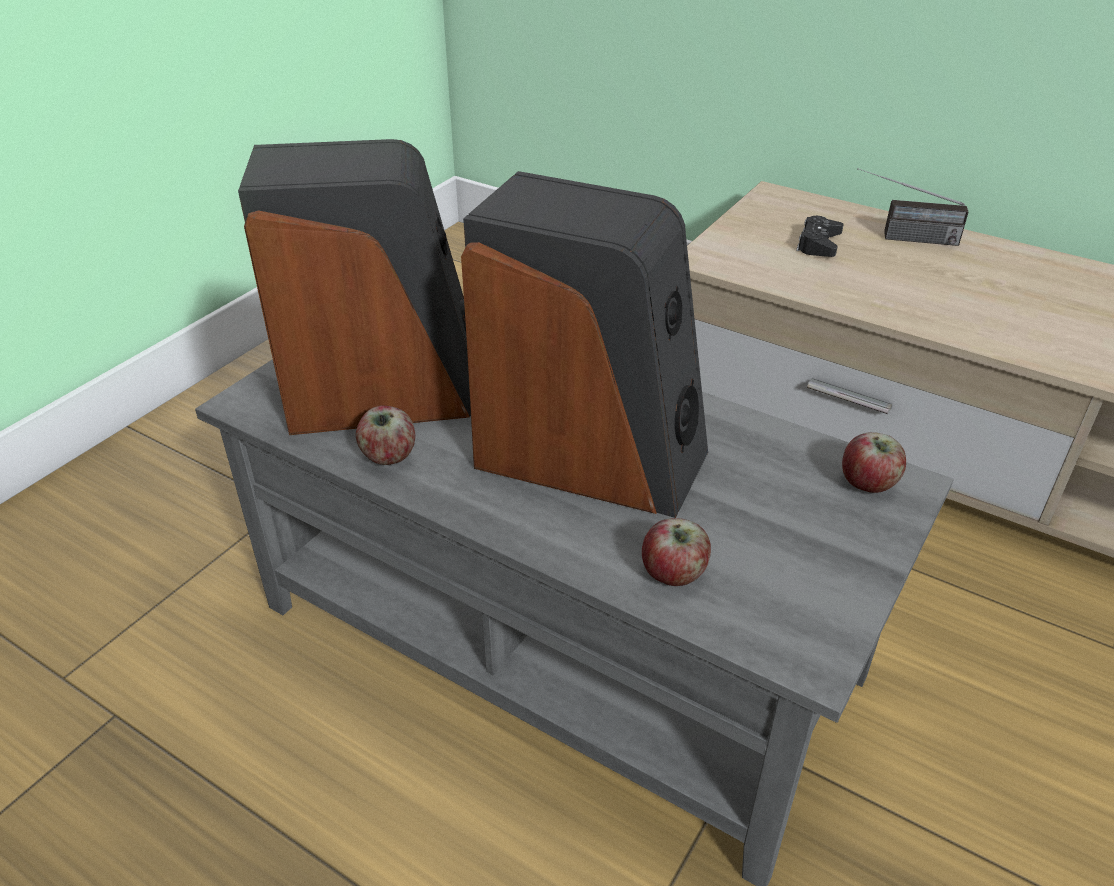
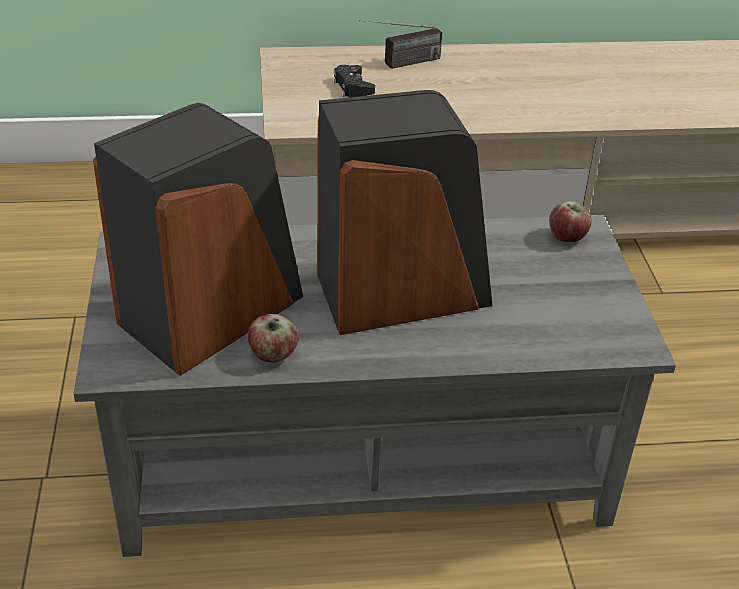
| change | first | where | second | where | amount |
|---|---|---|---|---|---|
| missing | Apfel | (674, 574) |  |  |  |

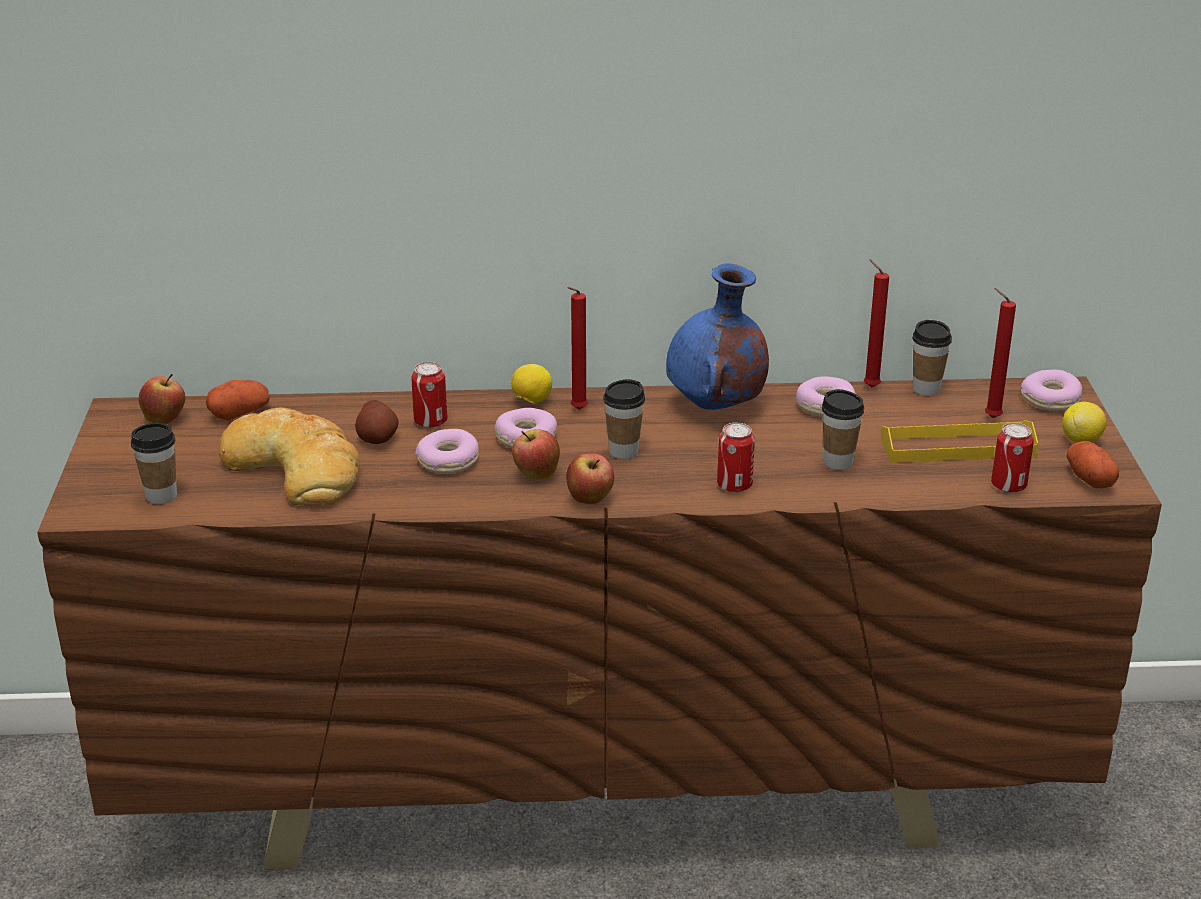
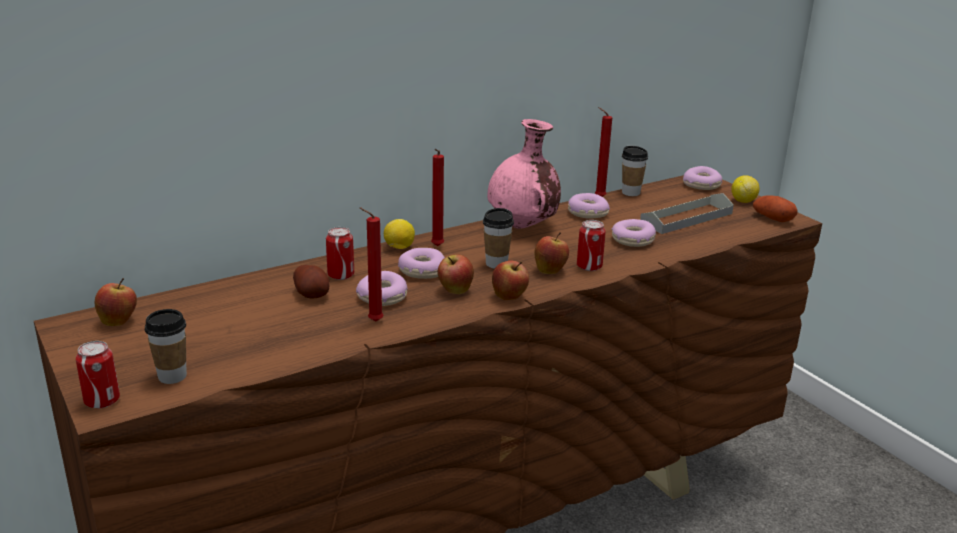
| change | first | where | second | where | amount |
|---|---|---|---|---|---|
| colour | Vase [blau] | (716, 407) | Vase [rosa] | (523, 226) |  |
| relocated | Kerze [rot] | (989, 417) |  | (373, 321) |  |
| missing | Kartoffel | (240, 413) |  |  |  |
| exchanged | Tasse | (838, 462) | Donut | (632, 240) |  |
| missing | Brot | (295, 467) |  |  |  |
| colour | Tablett [gelb] | (957, 447) | Tablett [grau] | (686, 218) |  |
| relocated | Dose | (1008, 485) |  | (102, 401) |  |
| appeared |  |  | Apfel | (550, 270) |  |

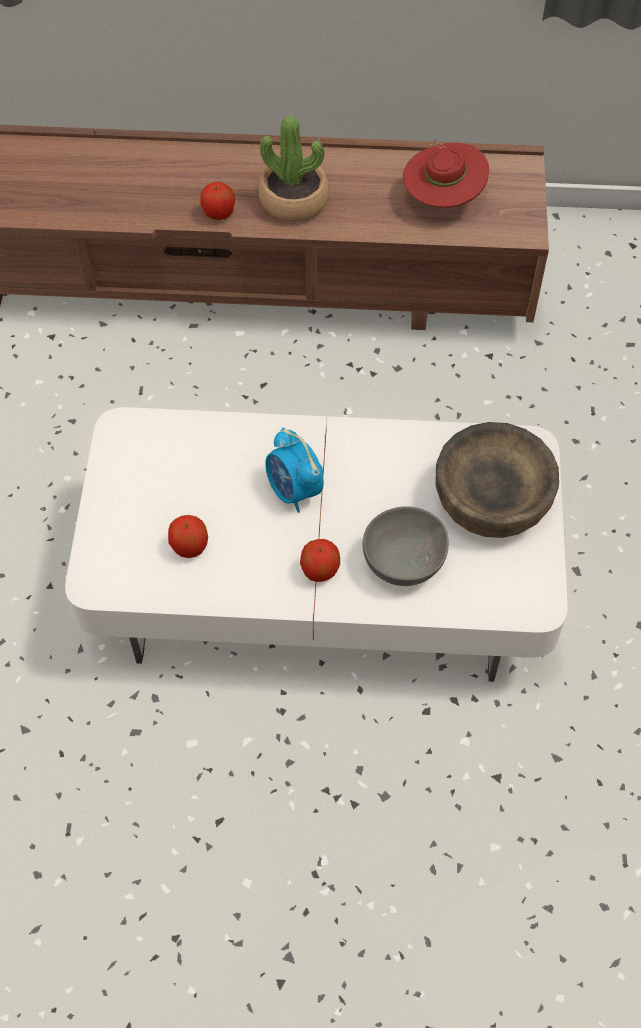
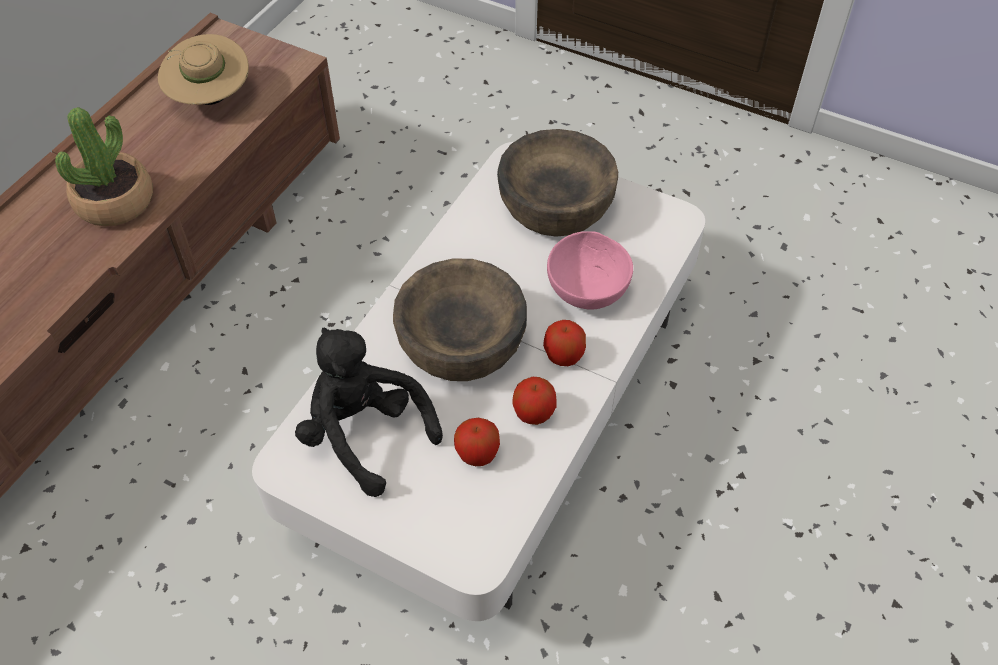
| change | first | where | second | where | amount |
|---|---|---|---|---|---|
| colour | Hut [rot] | (442, 199) | Hut [beige] | (210, 98) |  |
| relocated | Apfel | (218, 214) |  | (534, 413) |  |
| exchanged | Wecker | (294, 491) | Schüssel [braun] | (461, 342) |  |
| colour | Schüssel [grau] | (406, 562) | Schüssel [rosa] | (588, 288) |  |
| appeared |  |  | Plüschtier [schwarz] | (364, 434) |  |

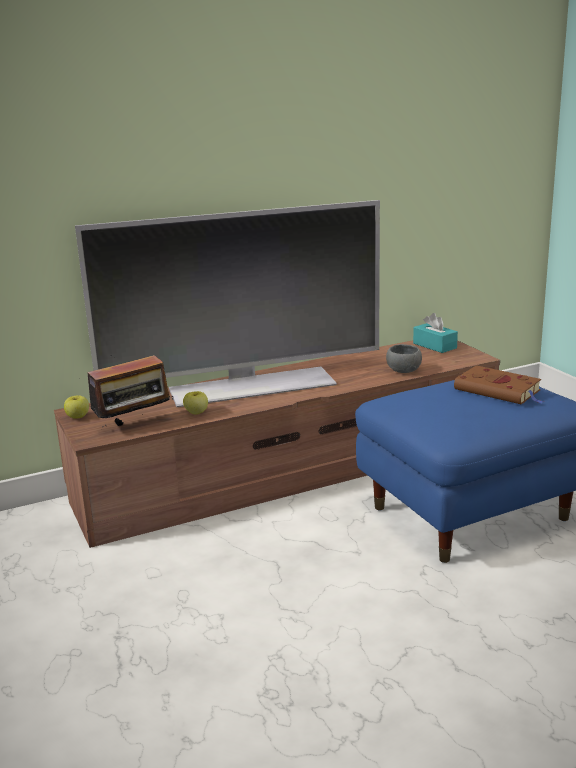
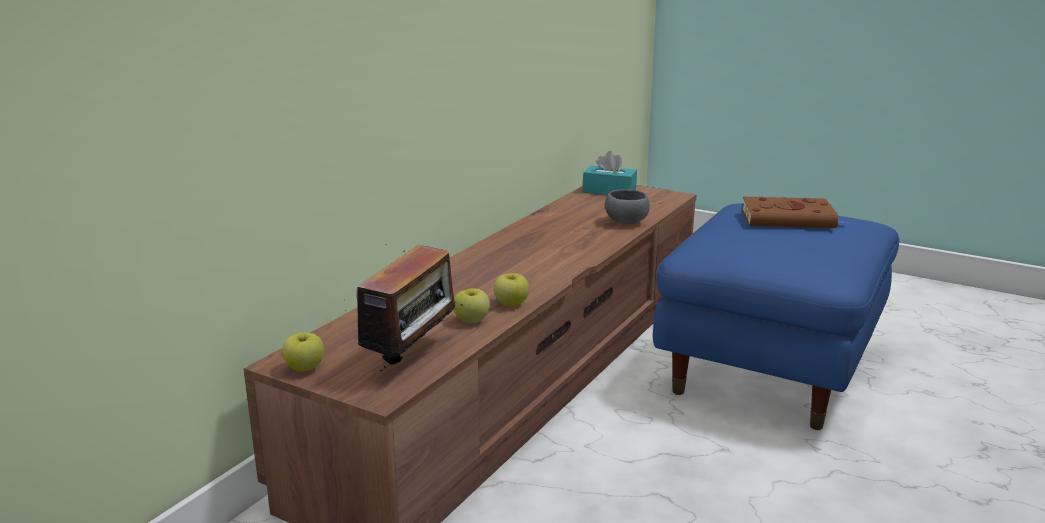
| change | first | where | second | where | amount |
|---|---|---|---|---|---|
| missing | Fernseher | (251, 386) |  |  |  |
| appeared |  |  | Apfel | (511, 304) |  |

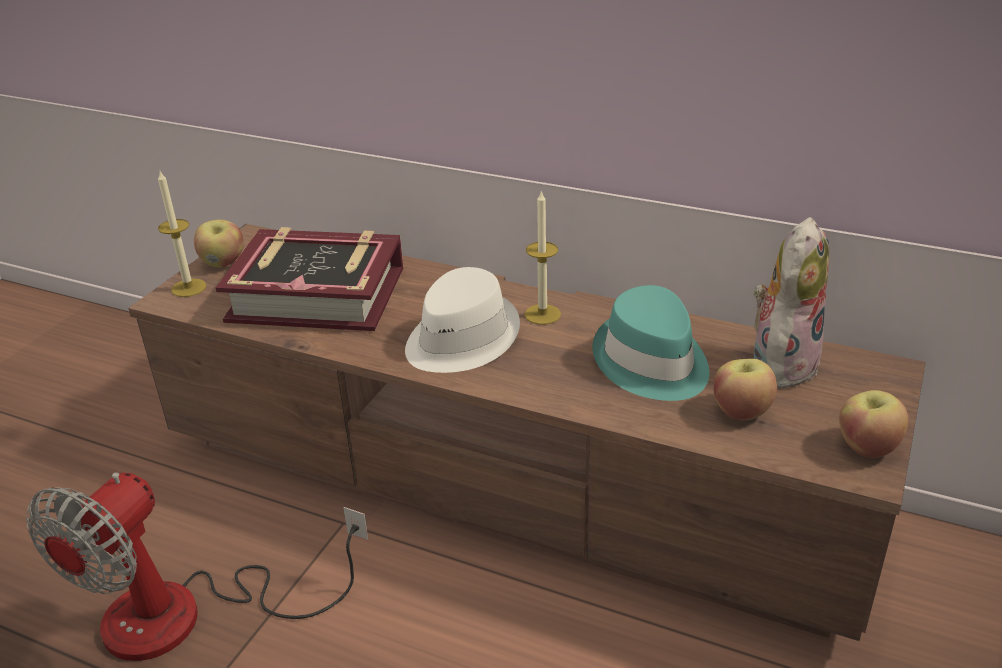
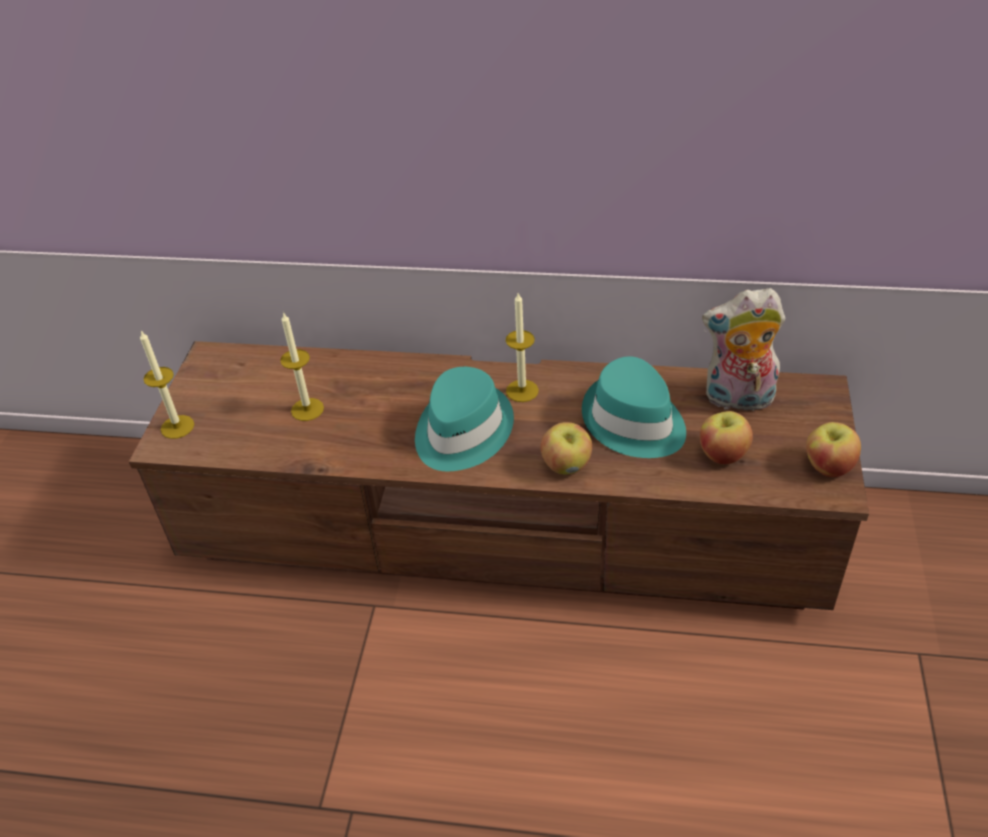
| change | first | where | second | where | amount |
|---|---|---|---|---|---|
| spun | Plüschtier | (781, 362) |  | (737, 400) | 105 degrees counterclockwise |
| relocated | Apfel | (223, 263) |  | (566, 465) |  |
| exchanged | Buch | (317, 294) | Kerze | (307, 409) |  |
| colour | Hut [weiß] | (460, 339) | Hut [türkis] | (461, 431) |  |
| missing | Ventilator | (188, 615) |  |  |  |

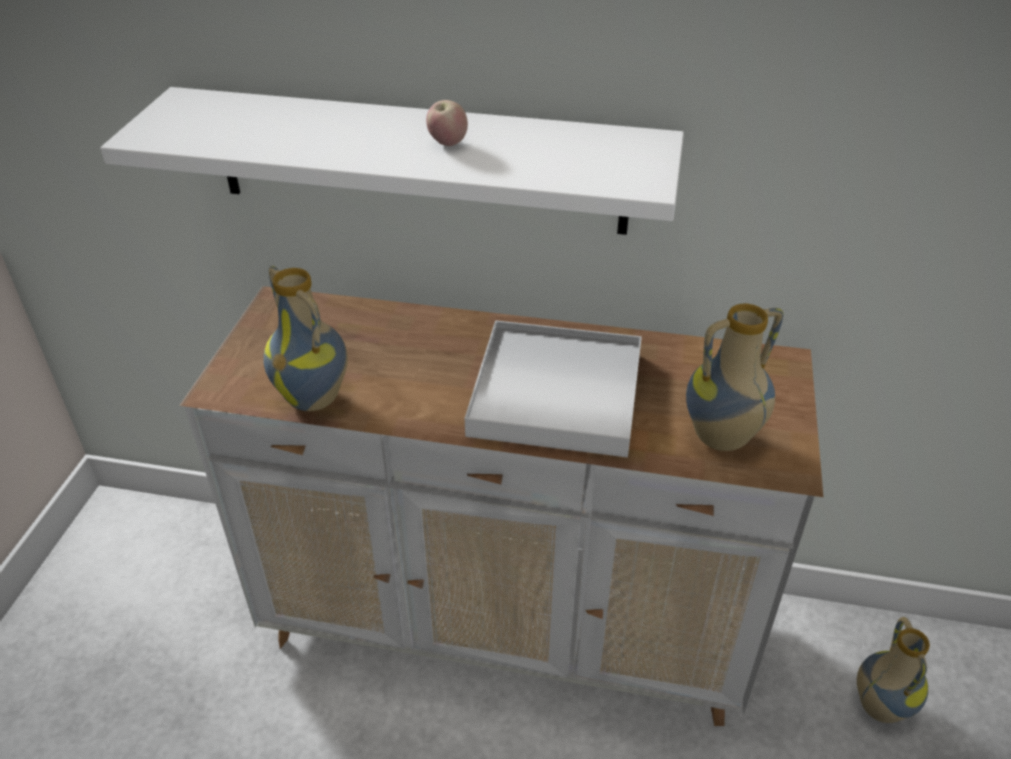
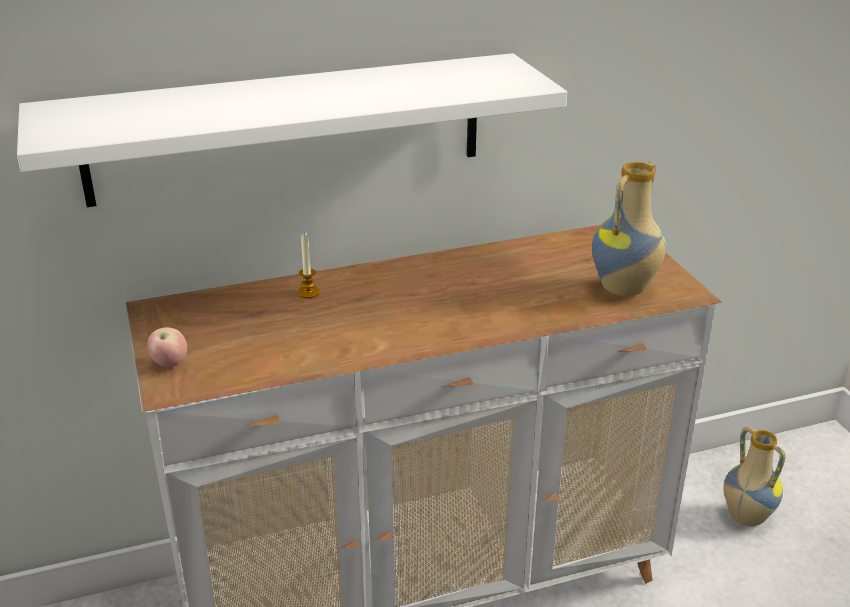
| change | first | where | second | where | amount |
|---|---|---|---|---|---|
| relocated | Apfel | (447, 143) |  | (170, 364) |  |
| missing | Vase | (315, 398) |  |  |  |
| missing | Tablett [weiß] | (556, 393) |  |  |  |
| appeared |  |  | Kerze | (308, 293) |  |

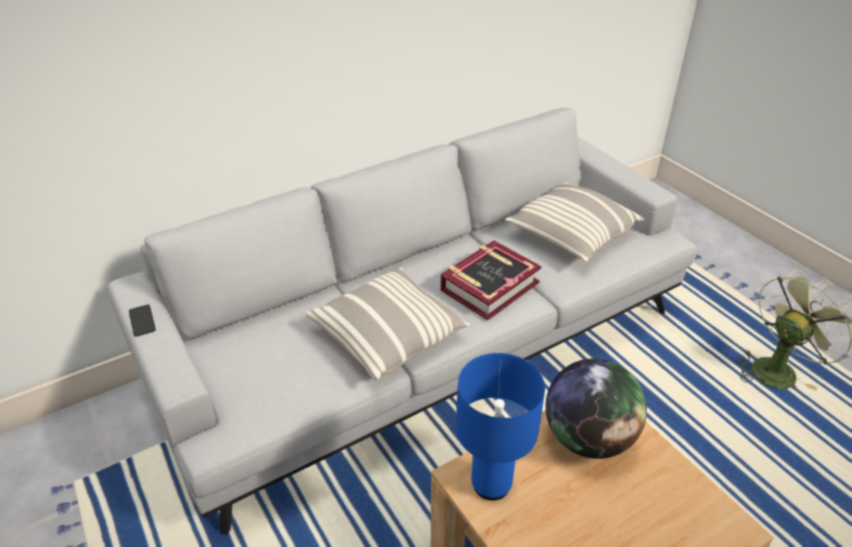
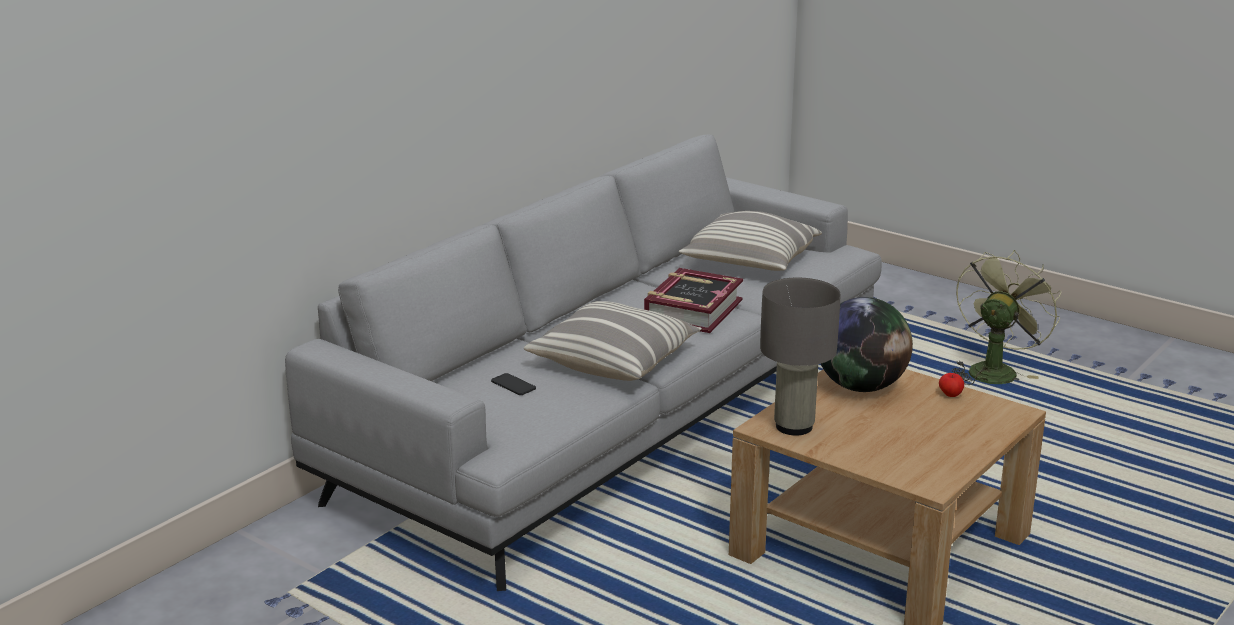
| change | first | where | second | where | amount |
|---|---|---|---|---|---|
| relocated | Handy | (142, 321) |  | (513, 385) |  |
| colour | Tischlampe [blau] | (491, 485) | Tischlampe [grau] | (794, 427) |  |
| appeared |  |  | Apfel | (950, 395) |  |

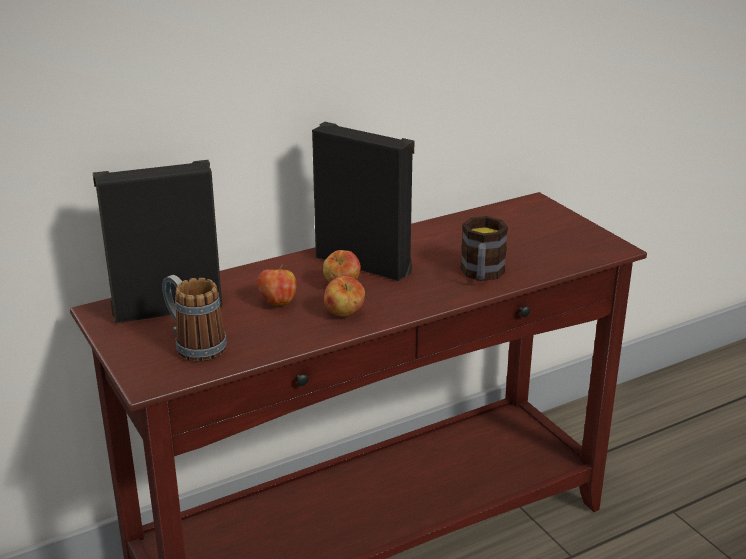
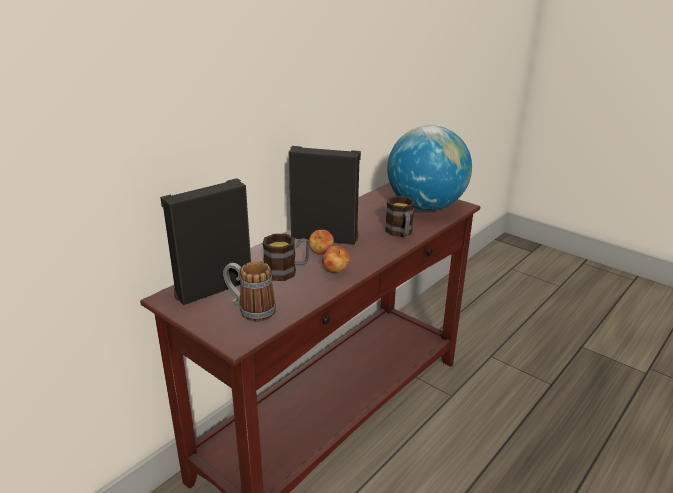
| change | first | where | second | where | amount |
|---|---|---|---|---|---|
| exchanged | Apfel | (277, 303) | Henkelbecher | (287, 271) |  |
| appeared |  |  | Globus | (425, 206) |  |

